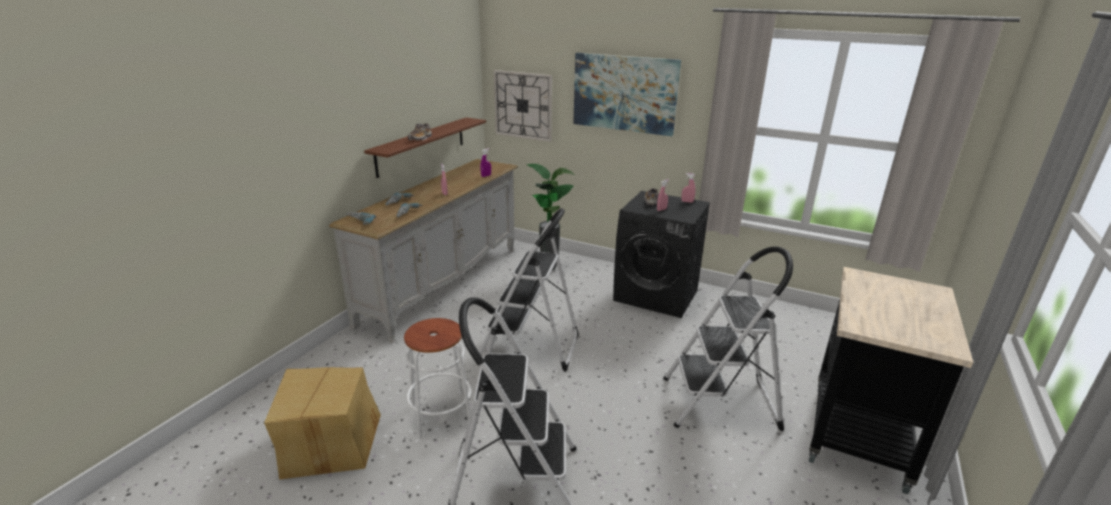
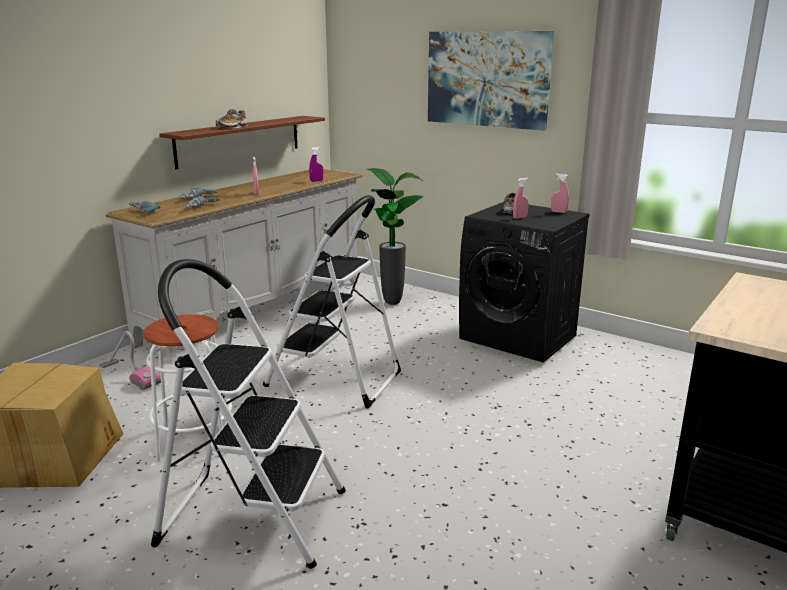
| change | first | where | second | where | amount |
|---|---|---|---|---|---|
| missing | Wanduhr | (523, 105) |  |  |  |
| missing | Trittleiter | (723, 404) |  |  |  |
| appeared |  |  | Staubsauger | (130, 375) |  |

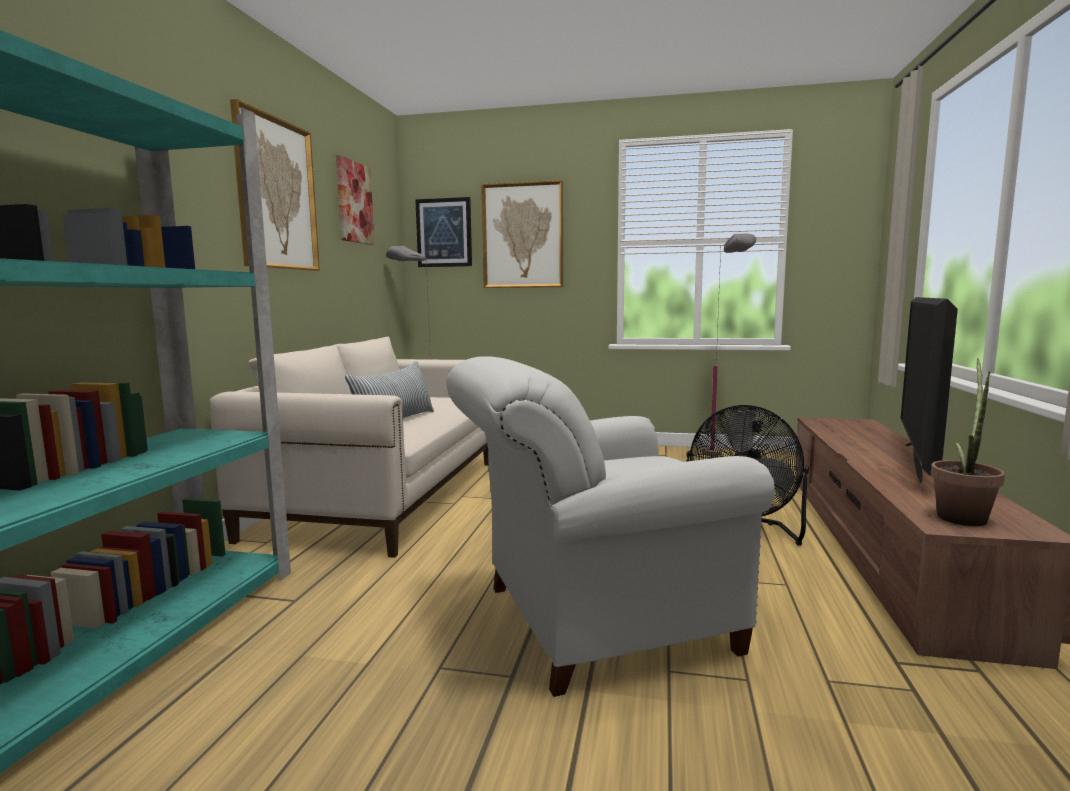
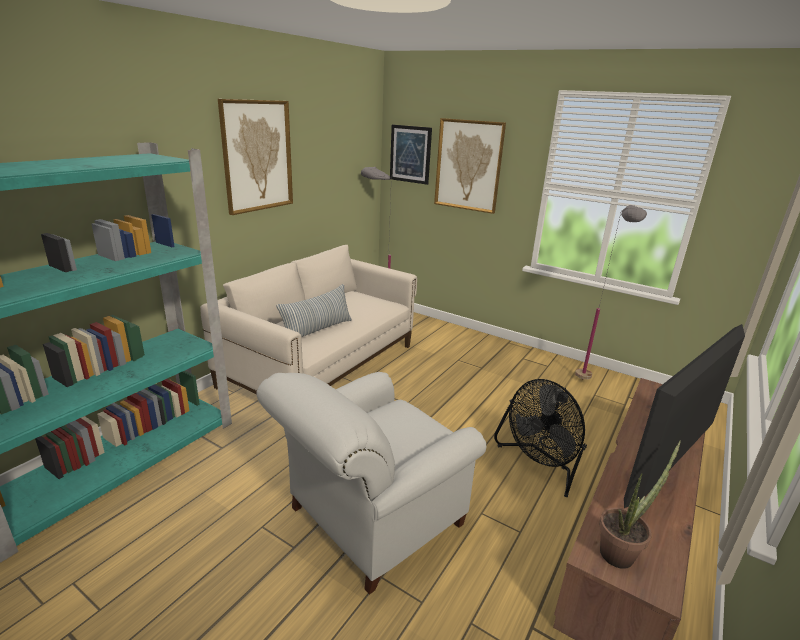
| change | first | where | second | where | amount |
|---|---|---|---|---|---|
| missing | Bild | (354, 202) |  |  |  |
| spun | Sessel [weiß] | (594, 620) |  | (369, 520) | 45 degrees counterclockwise |

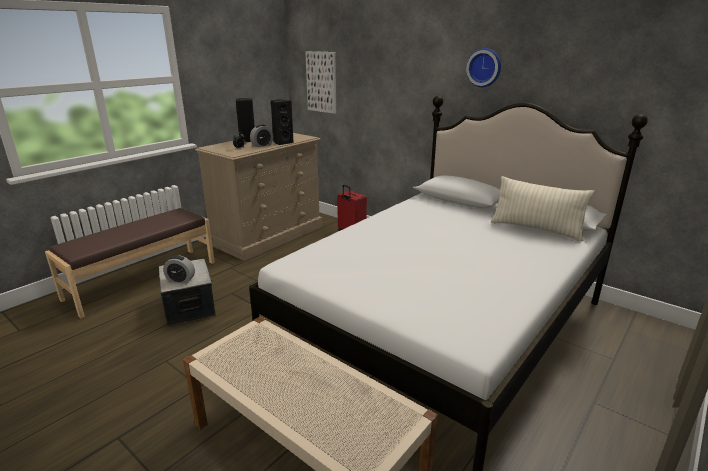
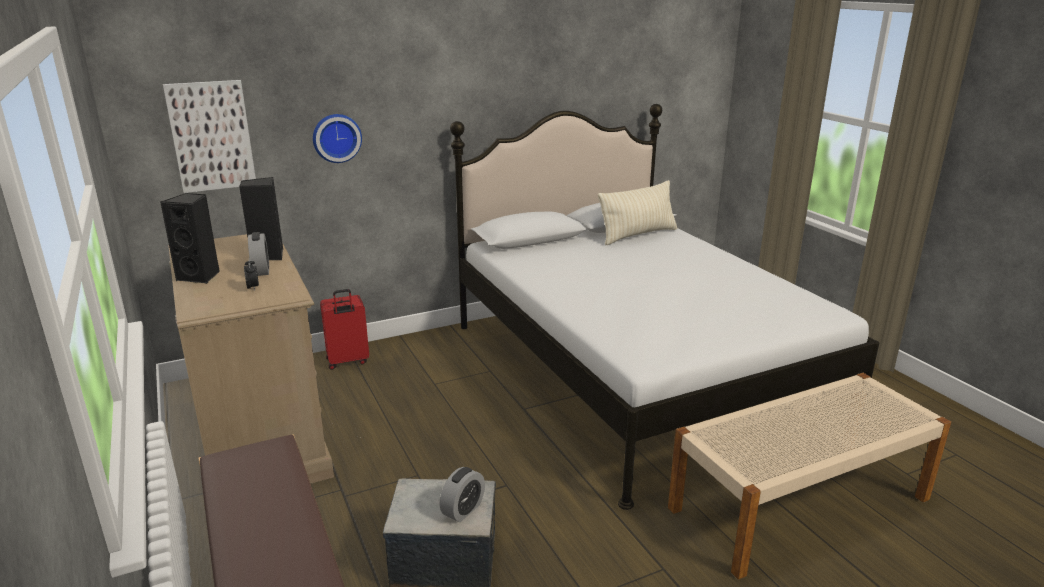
| change | first | where | second | where | amount |
|---|---|---|---|---|---|
| relocated | Wanduhr | (484, 67) |  | (336, 137) |  |

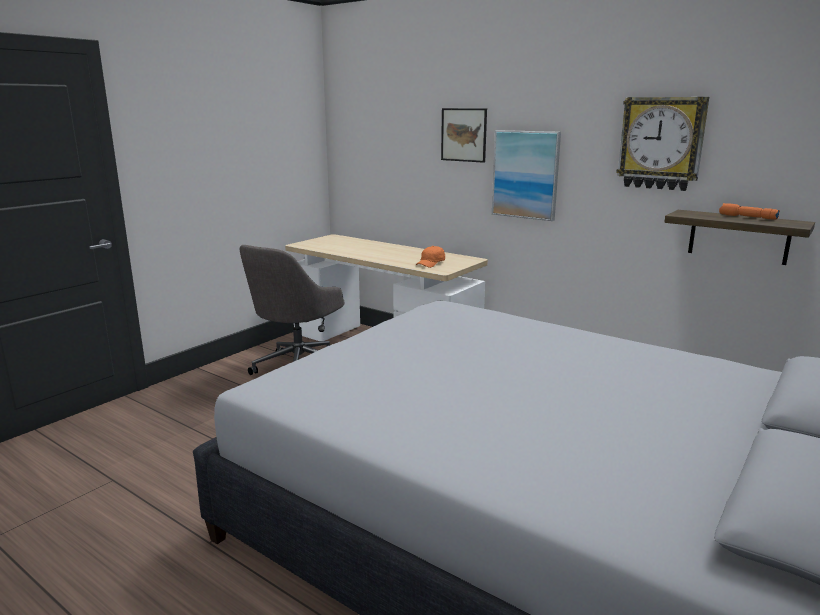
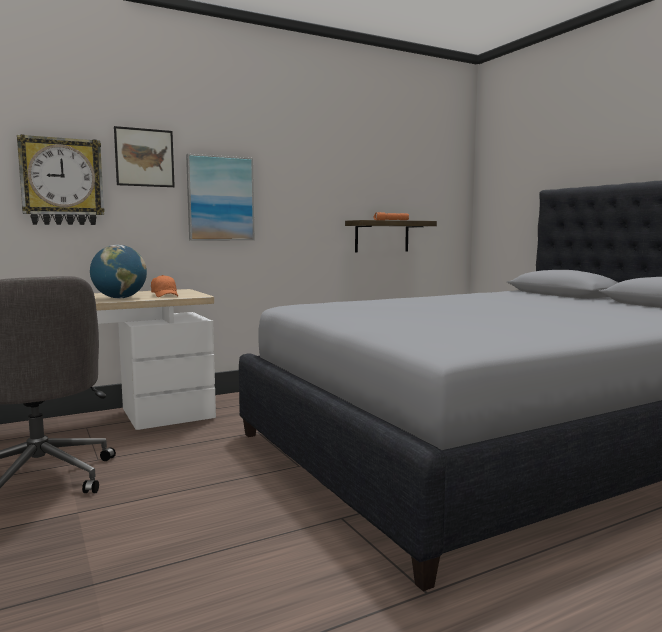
| change | first | where | second | where | amount |
|---|---|---|---|---|---|
| relocated | Wanduhr | (661, 143) |  | (62, 182) |  |
| appeared |  |  | Globus | (120, 298) |  |

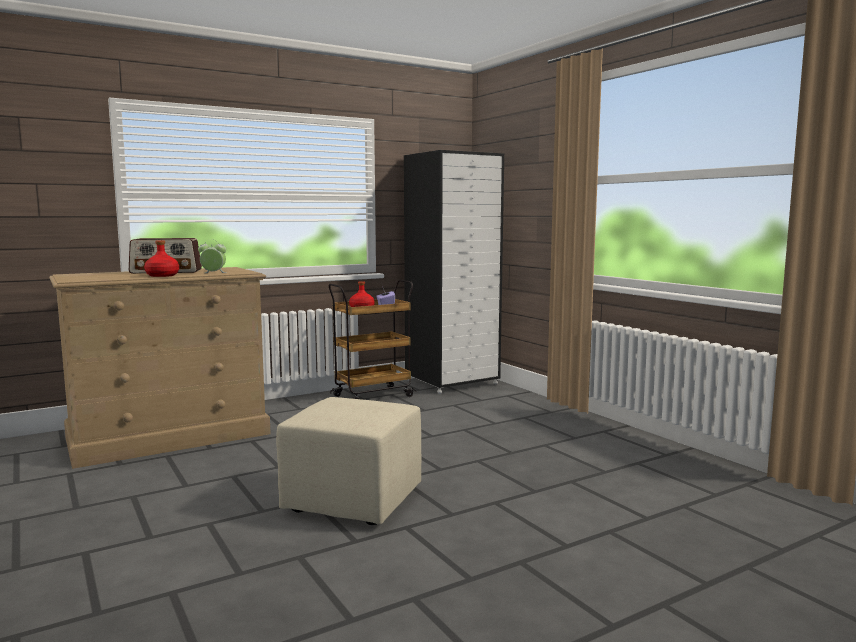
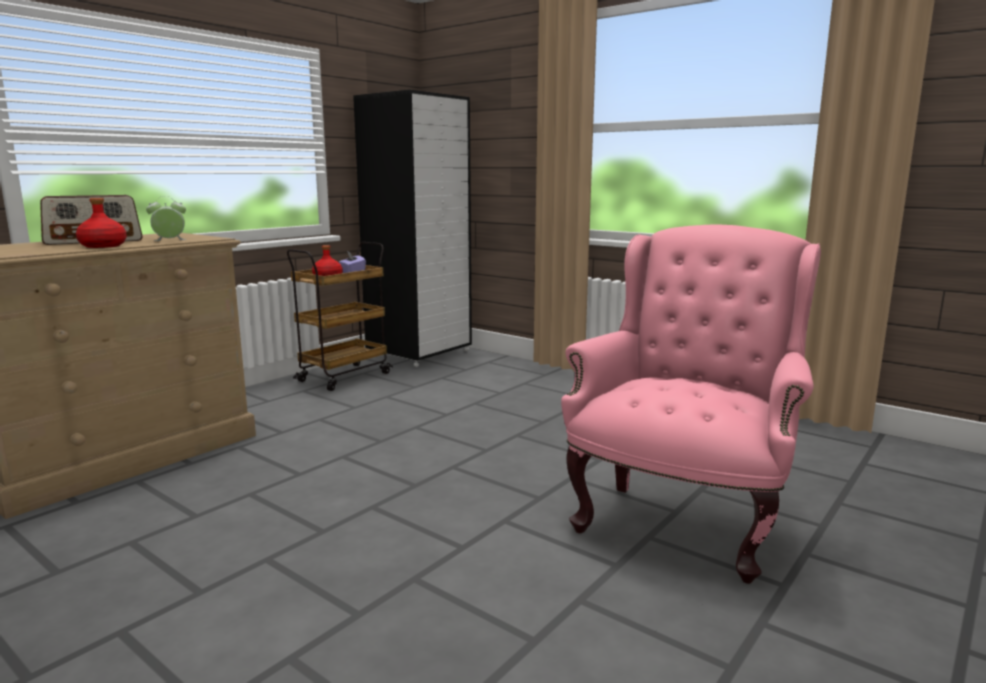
| change | first | where | second | where | amount |
|---|---|---|---|---|---|
| missing | Polsterhocker [beige] | (355, 500) |  |  |  |
| appeared |  |  | Sessel [rosa] | (682, 518) |  |

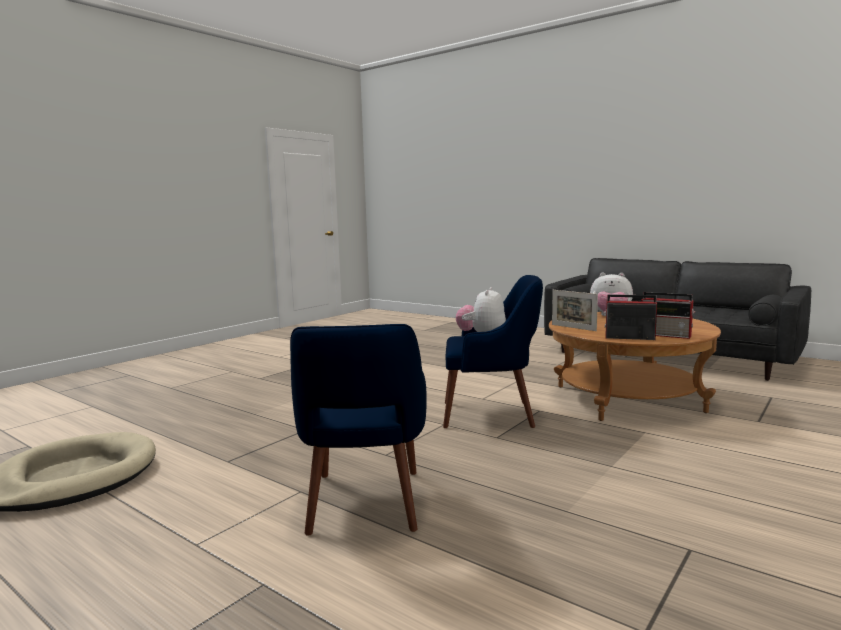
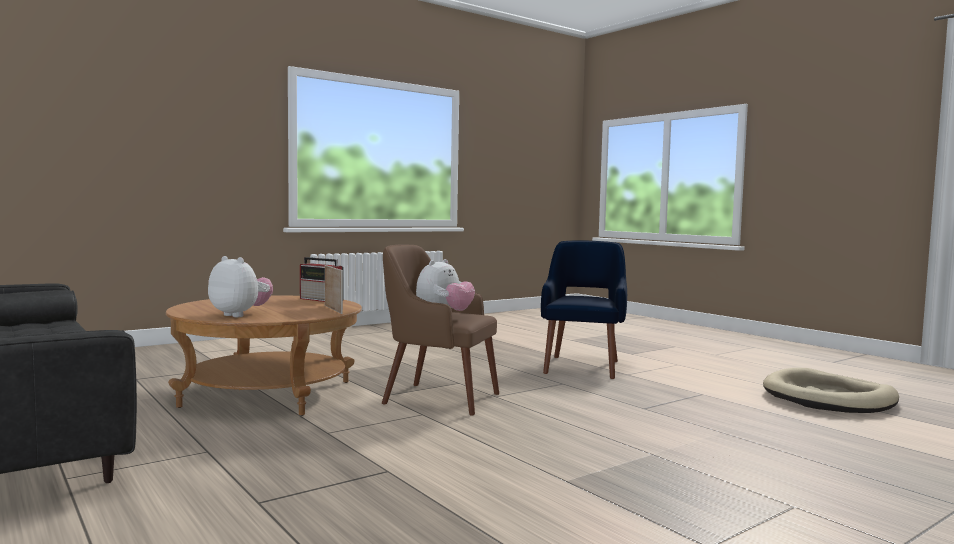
| change | first | where | second | where | amount |
|---|---|---|---|---|---|
| colour | Sessel [blau] | (491, 414) | Sessel [braun] | (438, 398) |  |
| missing | Radio | (666, 335) |  |  |  |

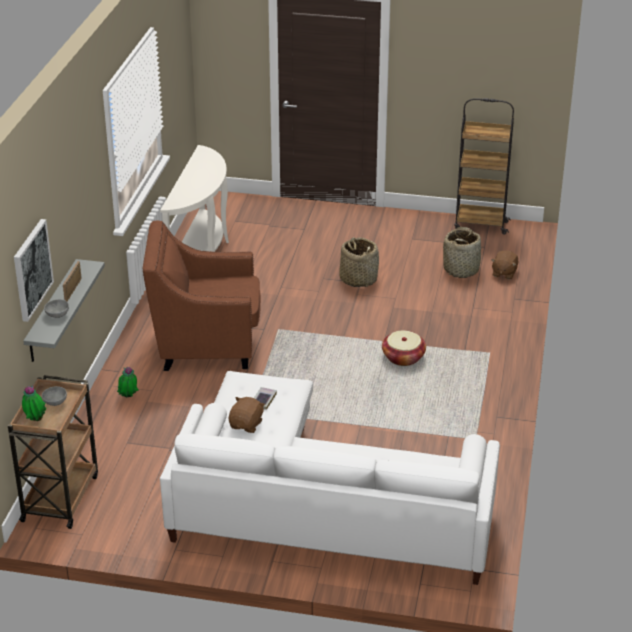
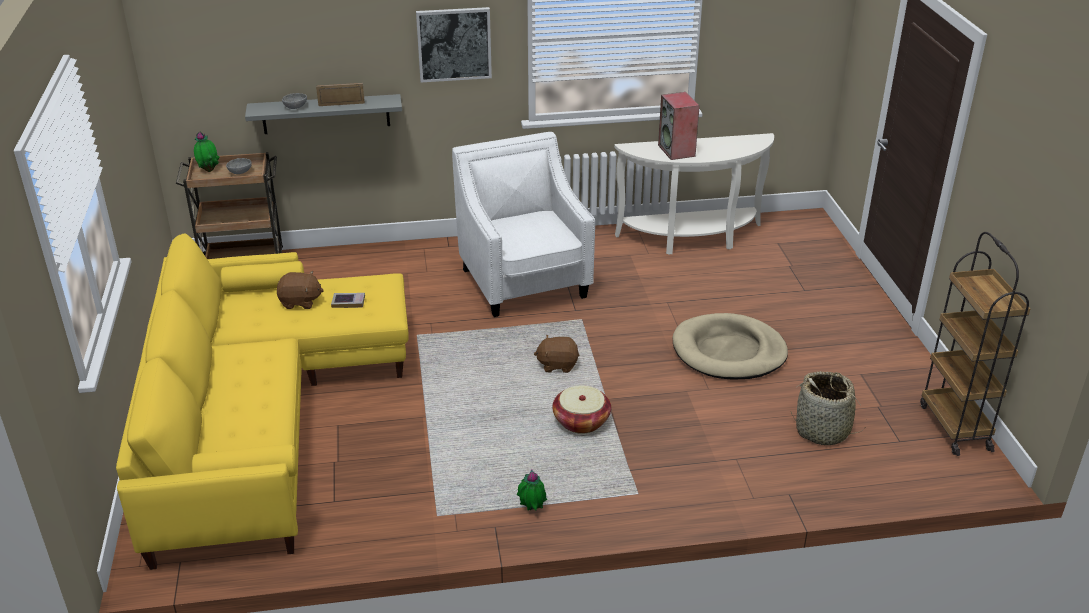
| change | first | where | second | where | amount |
|---|---|---|---|---|---|
| relocated | Bild | (31, 269) |  | (454, 44) |  |
| colour | Sessel [braun] | (206, 344) | Sessel [weiß] | (524, 282) |  |
| exchanged | Korb | (358, 279) | Hundebett [beige] | (728, 351) |  |
| relocated | Plüschtier [braun] | (504, 273) |  | (557, 364) |  |
| relocated | Topfpflanze | (128, 398) |  | (531, 510) |  |
| colour | Sofa [weiß] | (317, 509) | Sofa [gelb] | (263, 418) |  |
| appeared |  |  | Lautsprecher | (677, 151) |  |

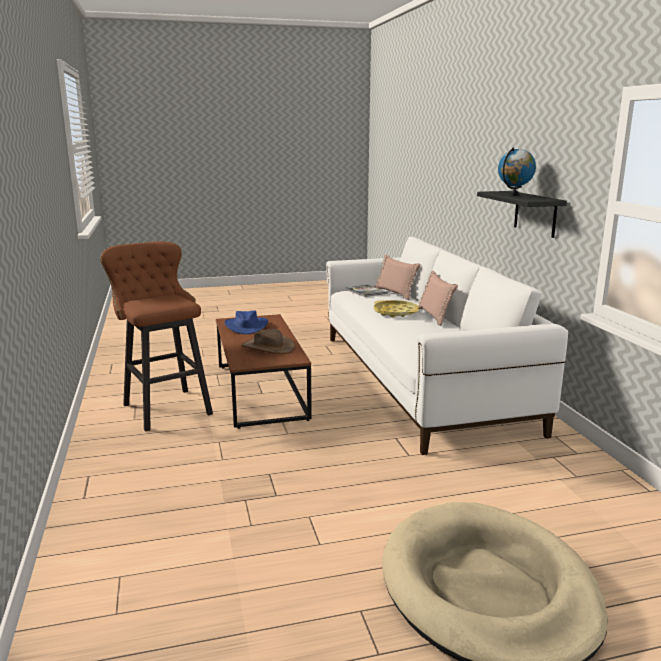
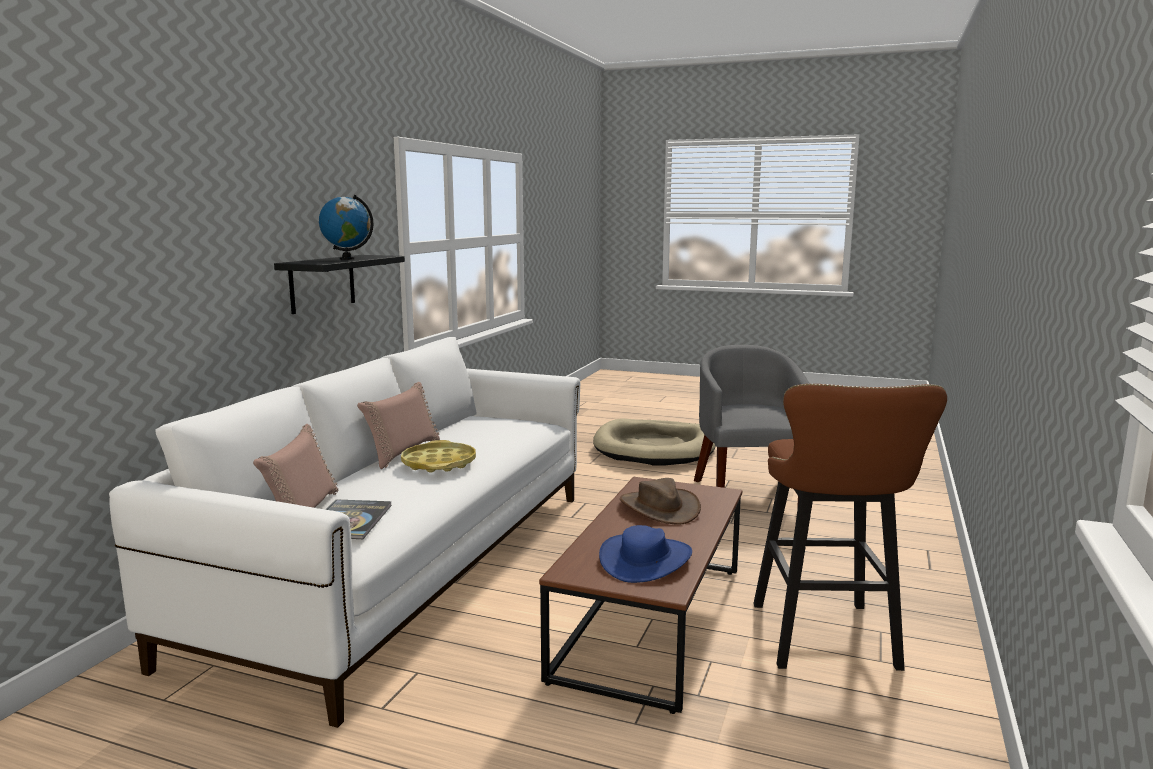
| change | first | where | second | where | amount |
|---|---|---|---|---|---|
| appeared |  |  | Sessel [grau] | (748, 492) |  |

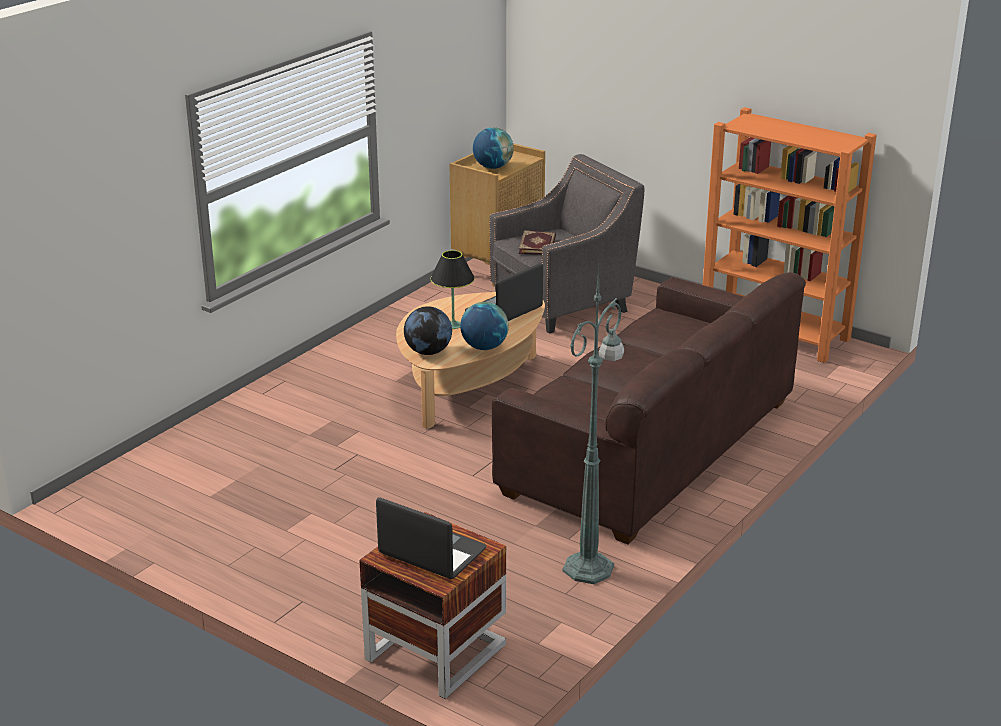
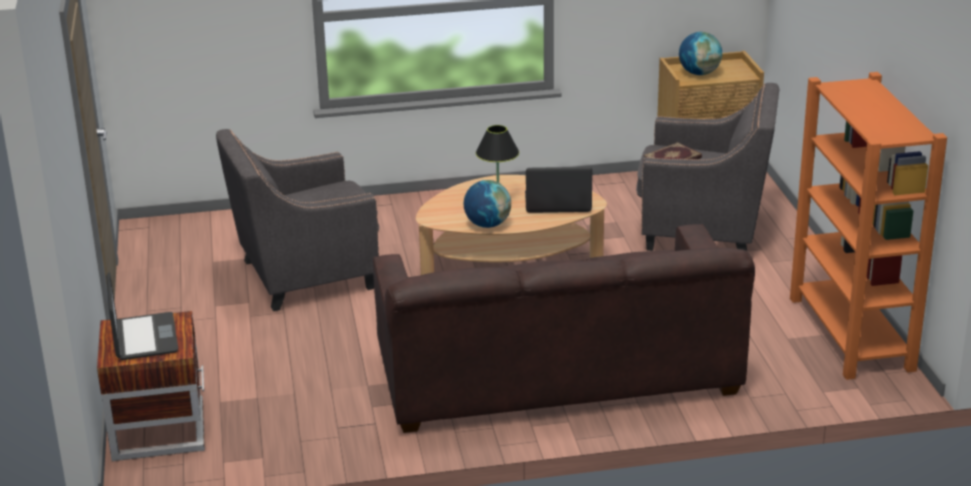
| change | first | where | second | where | amount |
|---|---|---|---|---|---|
| missing | Stehlampe [grün] | (590, 567) |  |  |  |
| missing | Globus | (428, 352) |  |  |  |
| appeared |  |  | Sessel [grau] | (306, 275) |  |

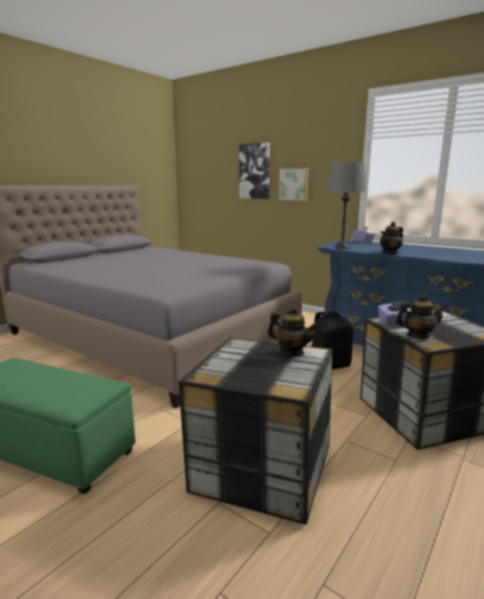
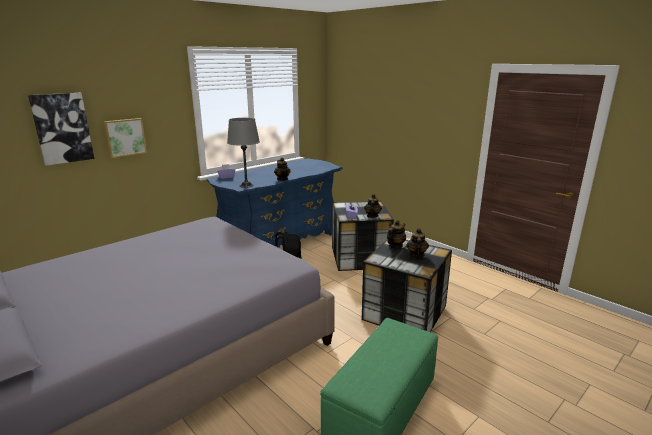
| change | first | where | second | where | amount |
|---|---|---|---|---|---|
| appeared |  |  | Teekanne | (416, 255) |  |

